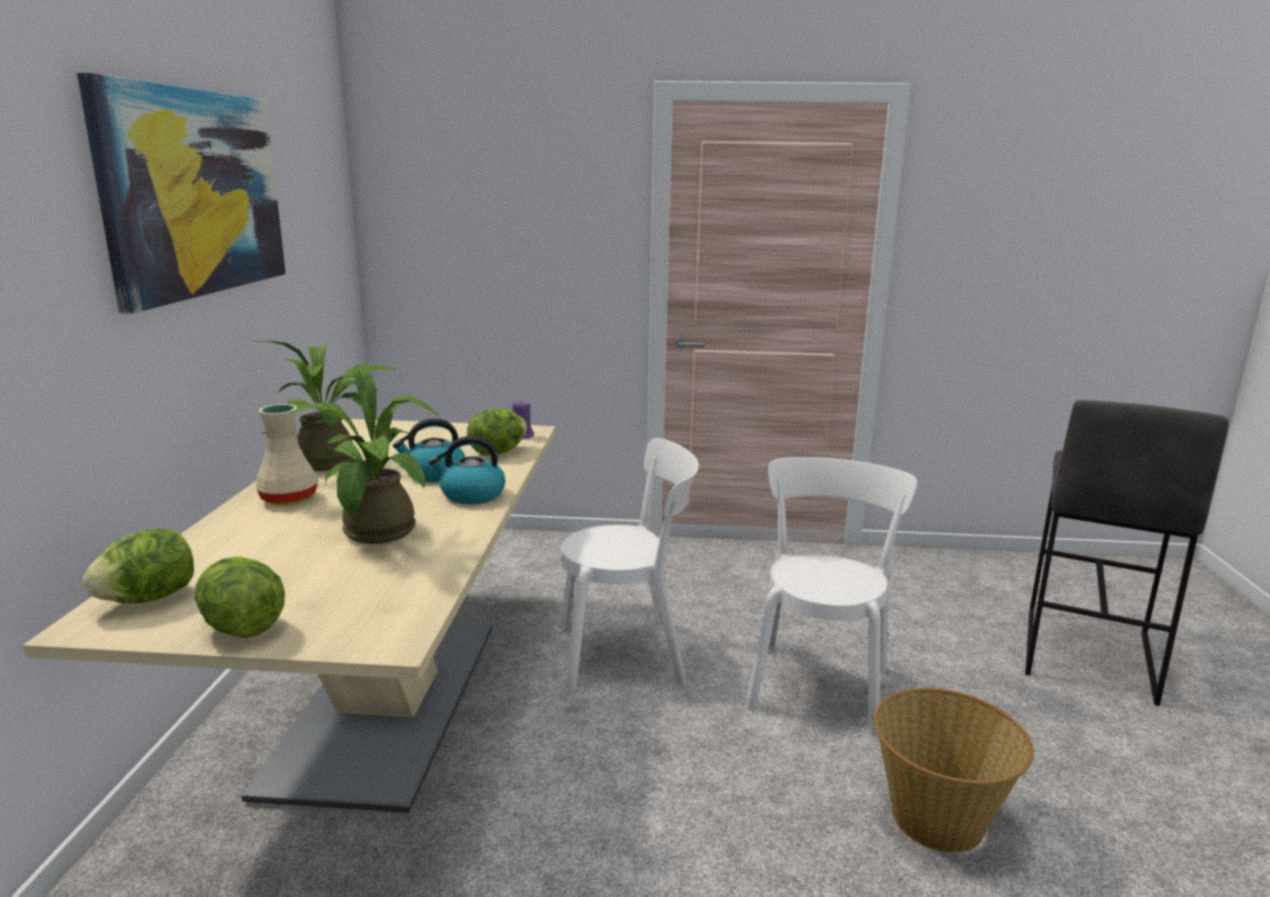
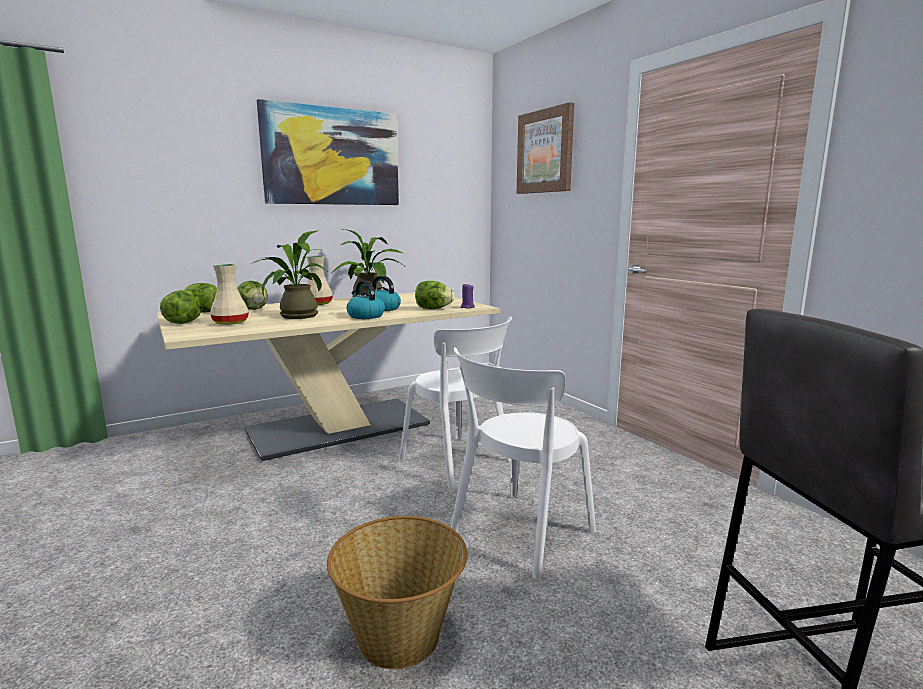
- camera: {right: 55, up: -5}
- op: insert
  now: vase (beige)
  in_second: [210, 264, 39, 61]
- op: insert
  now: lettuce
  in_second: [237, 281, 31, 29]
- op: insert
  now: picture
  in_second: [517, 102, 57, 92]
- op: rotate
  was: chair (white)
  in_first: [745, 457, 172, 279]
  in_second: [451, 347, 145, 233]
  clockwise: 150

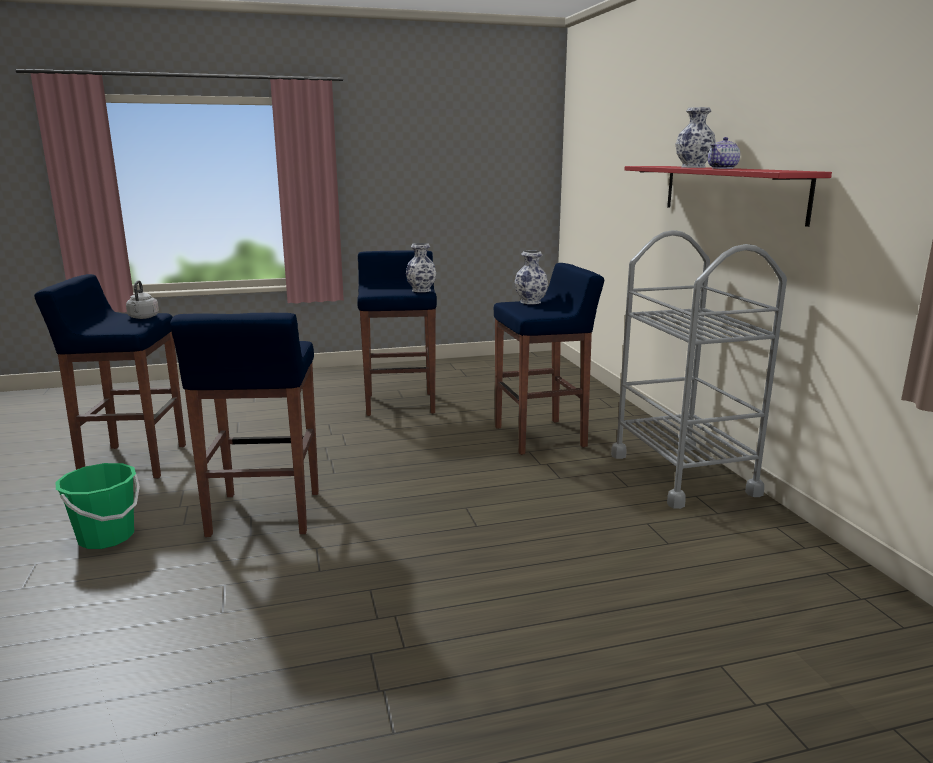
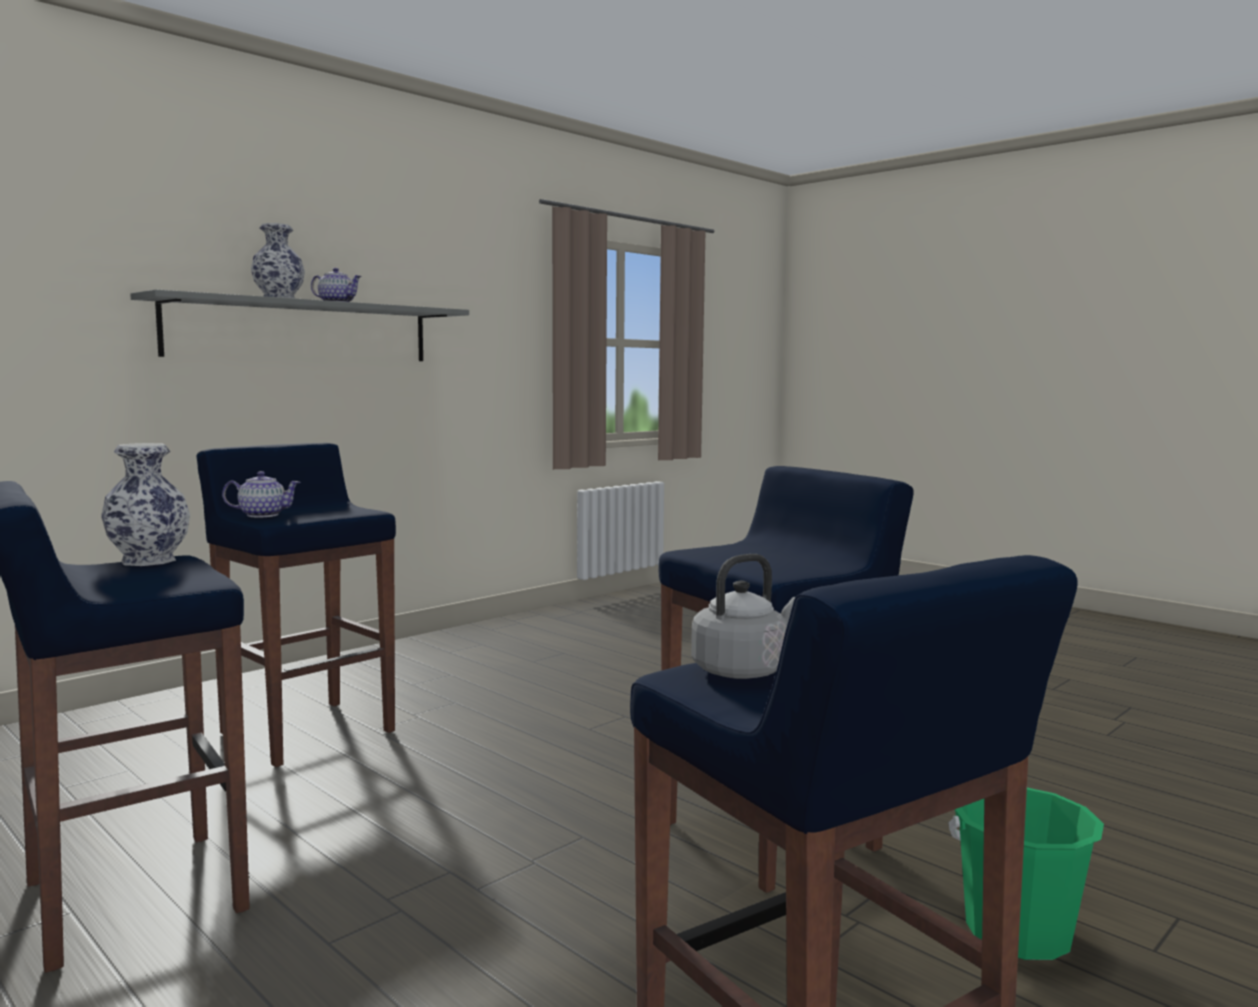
- camera: {right: -120, up: -10}
- op: delete
  was: cart (grey)
  in_first: [611, 230, 176, 279]
- op: replace
  was: vase
  now: teapot
  in_first: [515, 251, 33, 53]
  in_second: [222, 471, 79, 46]
- op: recolor
  was: shelf (red)
  now: shelf (grey)
  in_first: [624, 166, 208, 61]
  in_second: [130, 289, 339, 72]

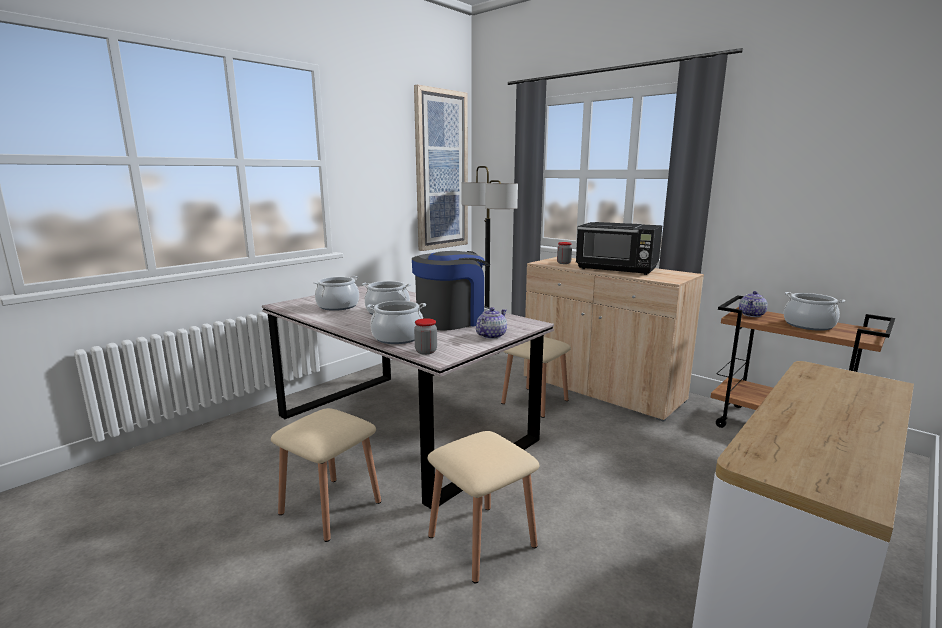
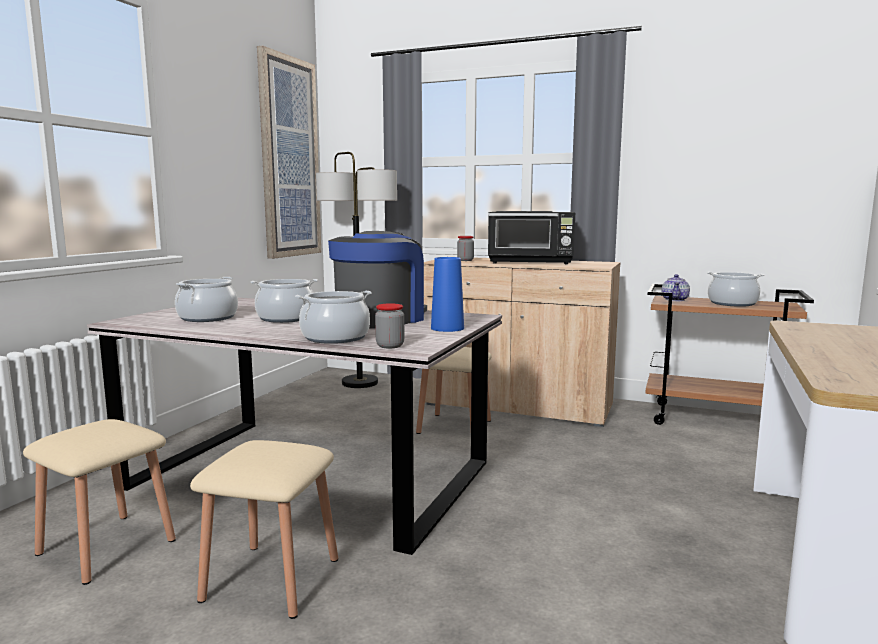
- camera: {right: -20, up: -5}
- op: move
  was: stool (beige)
  in_first: [428, 431, 111, 152]
  in_second: [23, 419, 153, 166]
- op: replace
  was: teapot
  now: vase (blue)
  in_first: [476, 307, 31, 32]
  in_second: [431, 257, 33, 75]

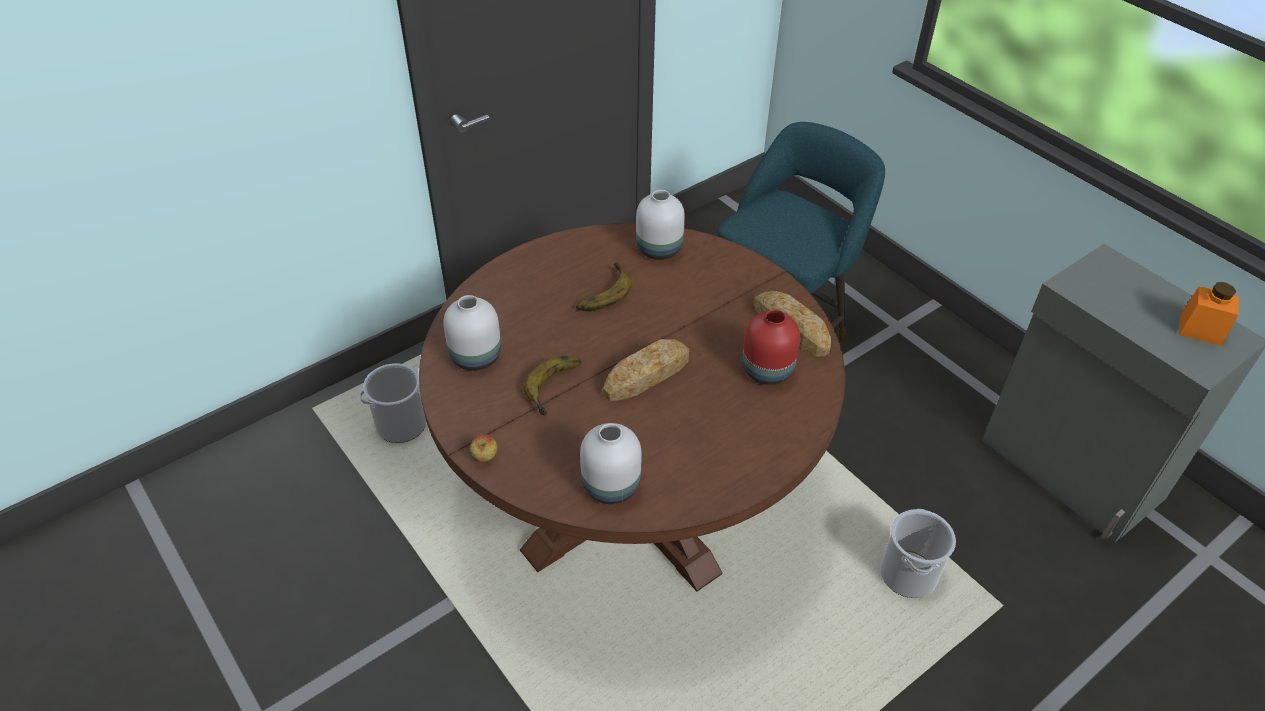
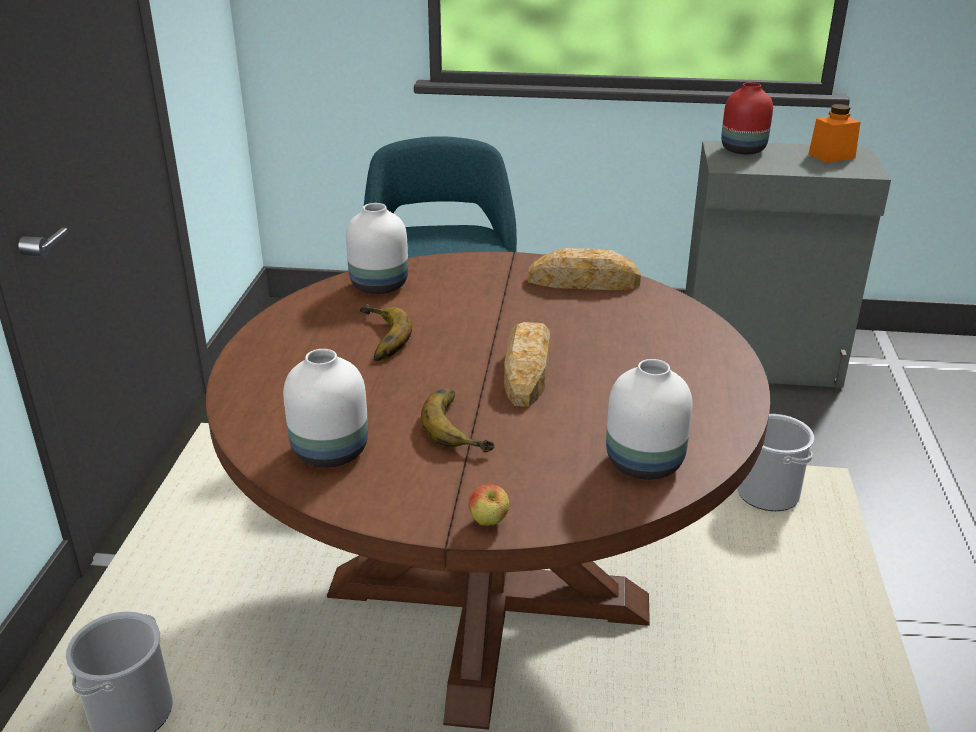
- camera: {right: -45, up: -15}
- op: move
  was: vase (red)
  in_first: [742, 309, 58, 76]
  in_second: [721, 82, 52, 72]

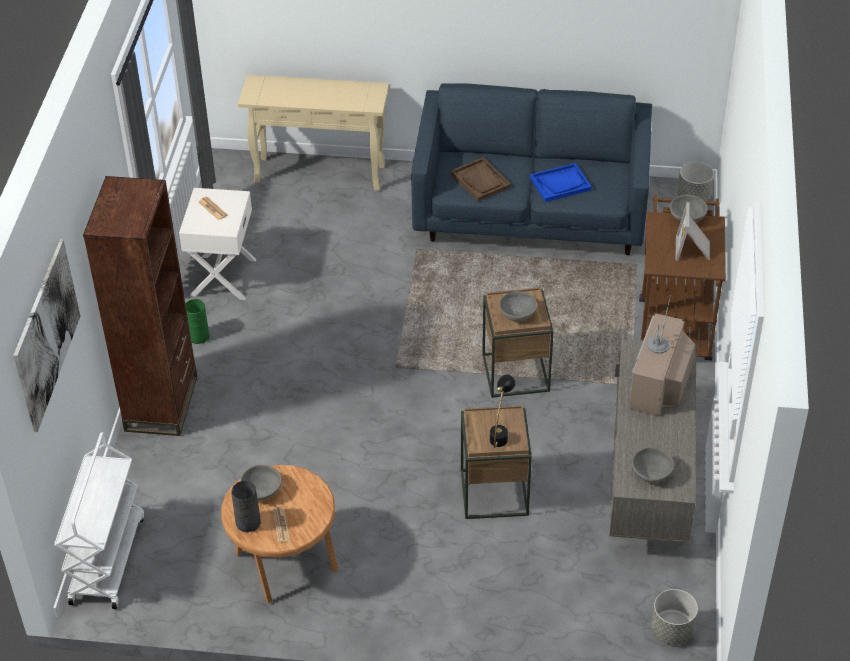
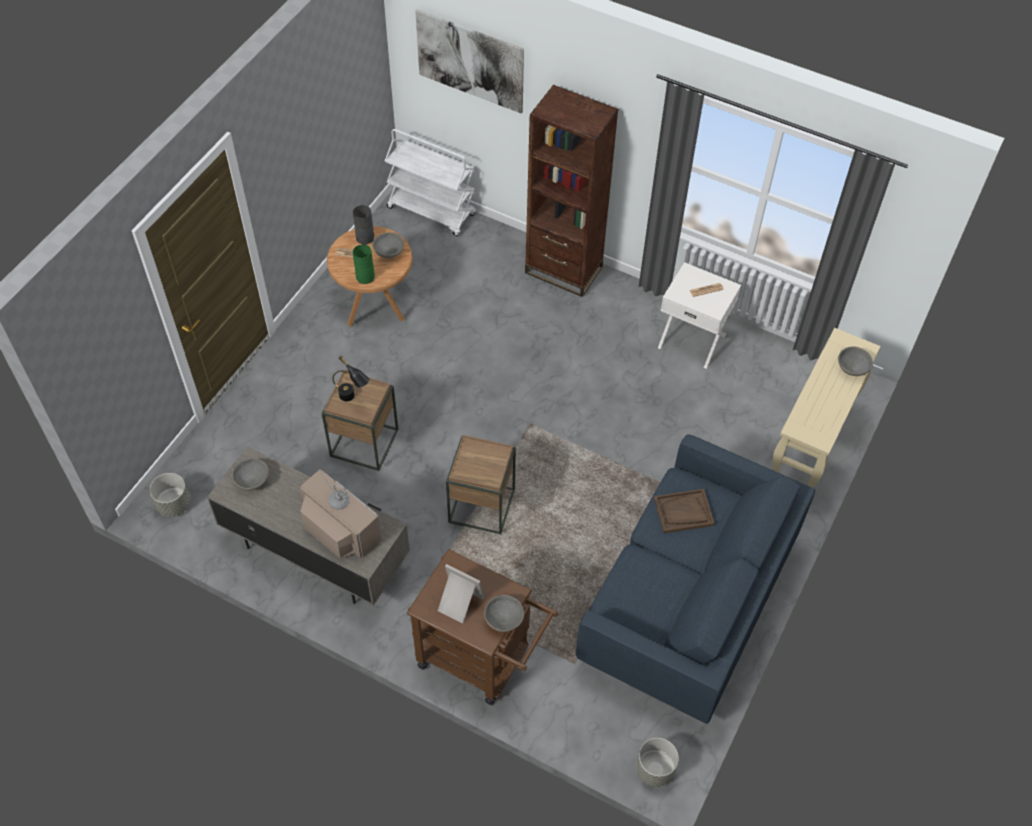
- camera: {right: 110, up: 10}
- op: delete
  was: tray (blue)
  in_first: [530, 163, 62, 39]
- op: move
  was: vase (green)
  in_first: [185, 299, 25, 45]
  in_second: [353, 244, 22, 40]
- op: move
  was: bowl (grey)
  in_first: [499, 291, 39, 31]
  in_second: [838, 346, 35, 30]

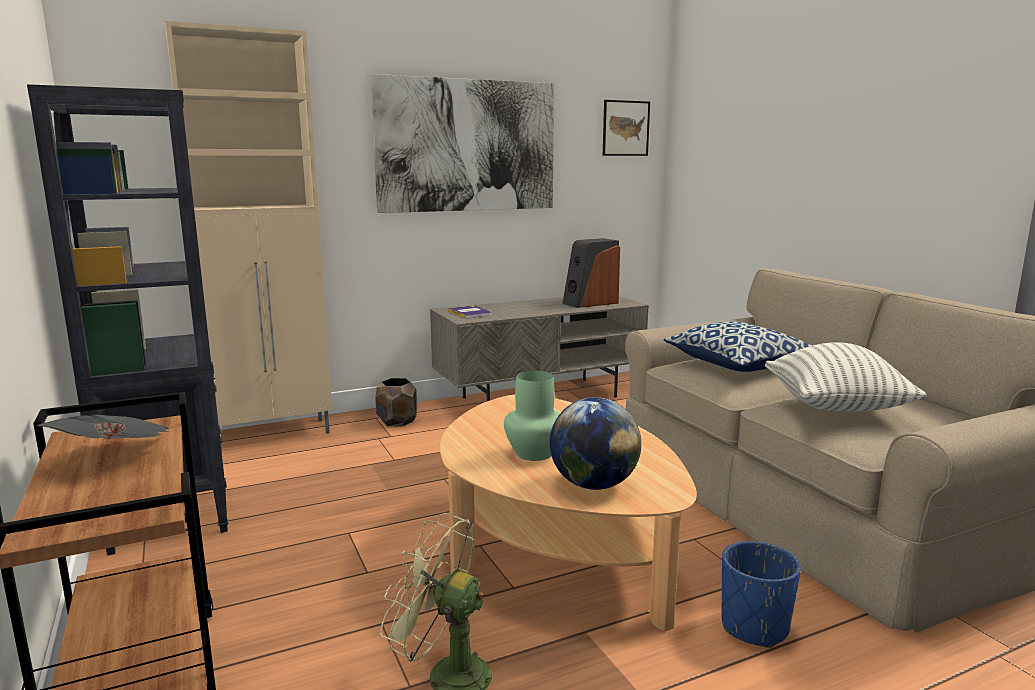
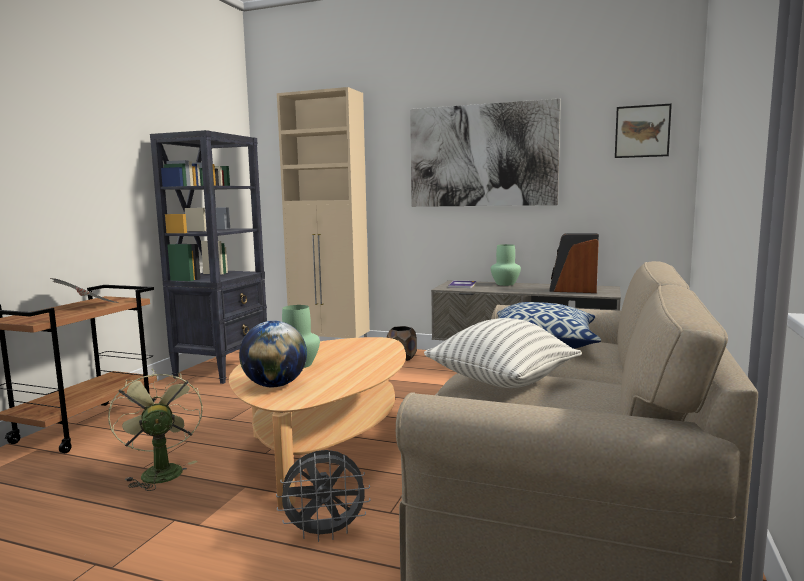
- camera: {right: 45, up: -5}
- op: insert
  now: vase (green)
  in_second: [491, 244, 30, 42]
- op: replace
  was: planter (blue)
  now: fan (grey)
  in_first: [721, 541, 80, 107]
  in_second: [276, 450, 95, 92]

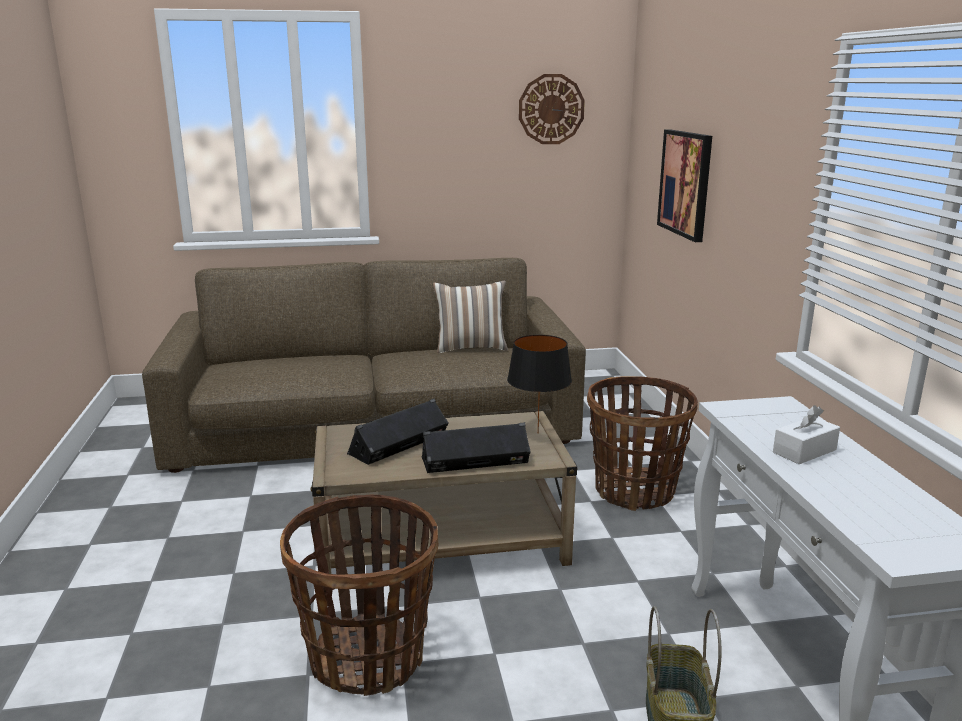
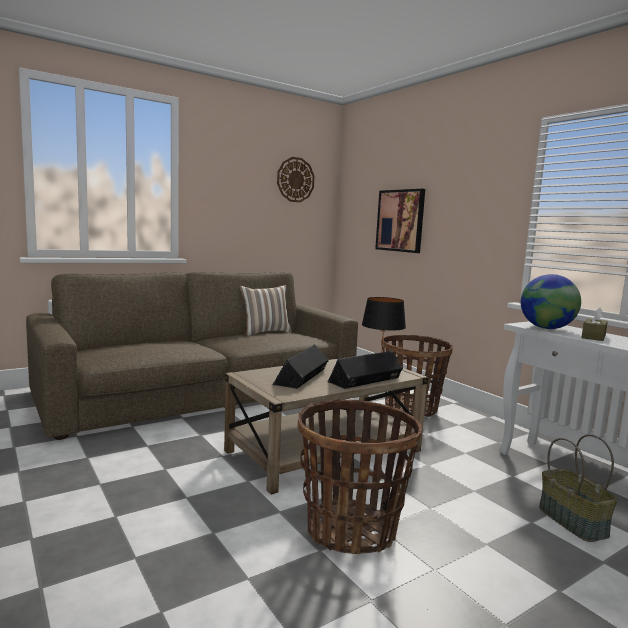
- camera: {right: -25, up: -10}
- op: insert
  now: globe
  in_second: [521, 274, 60, 55]
- op: recolor
  was: tissue box (white)
  now: tissue box (brown)
  in_first: [773, 405, 67, 59]
  in_second: [581, 307, 27, 34]

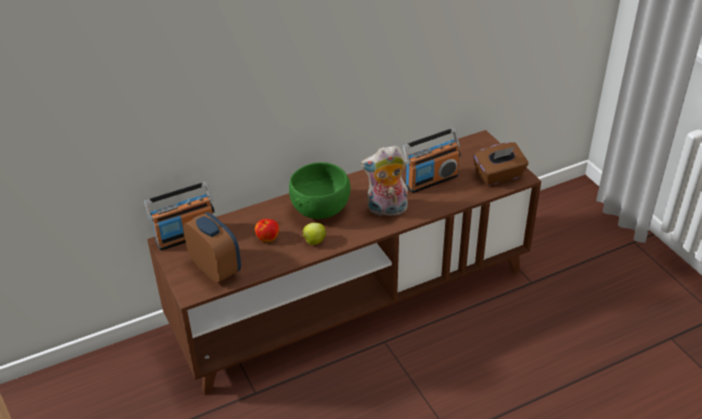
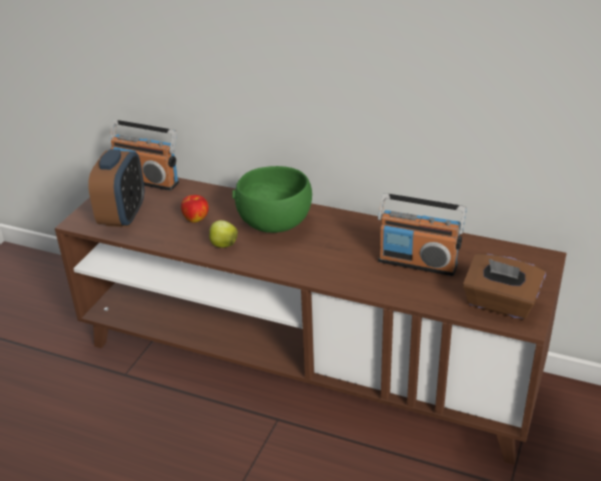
- camera: {right: 50, up: -5}
- op: delete
  was: plush toy
  in_first: [361, 145, 47, 71]

